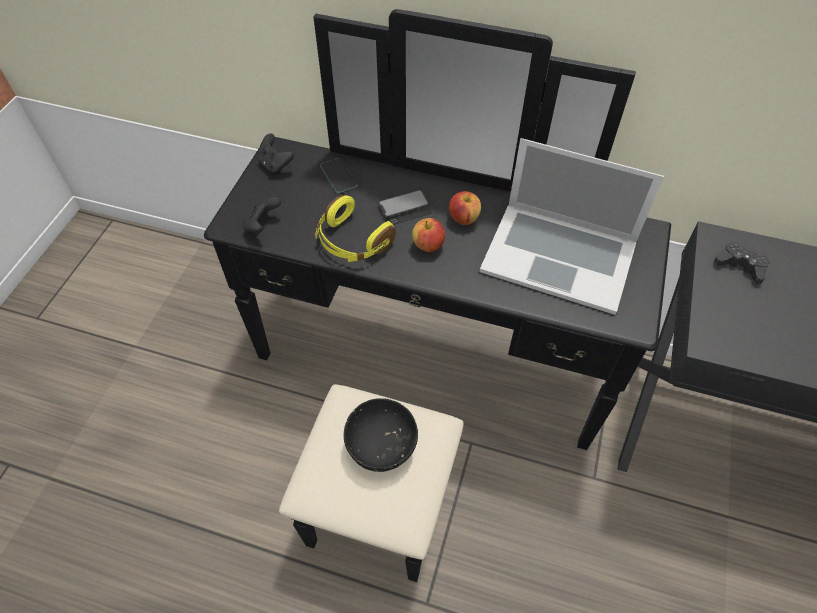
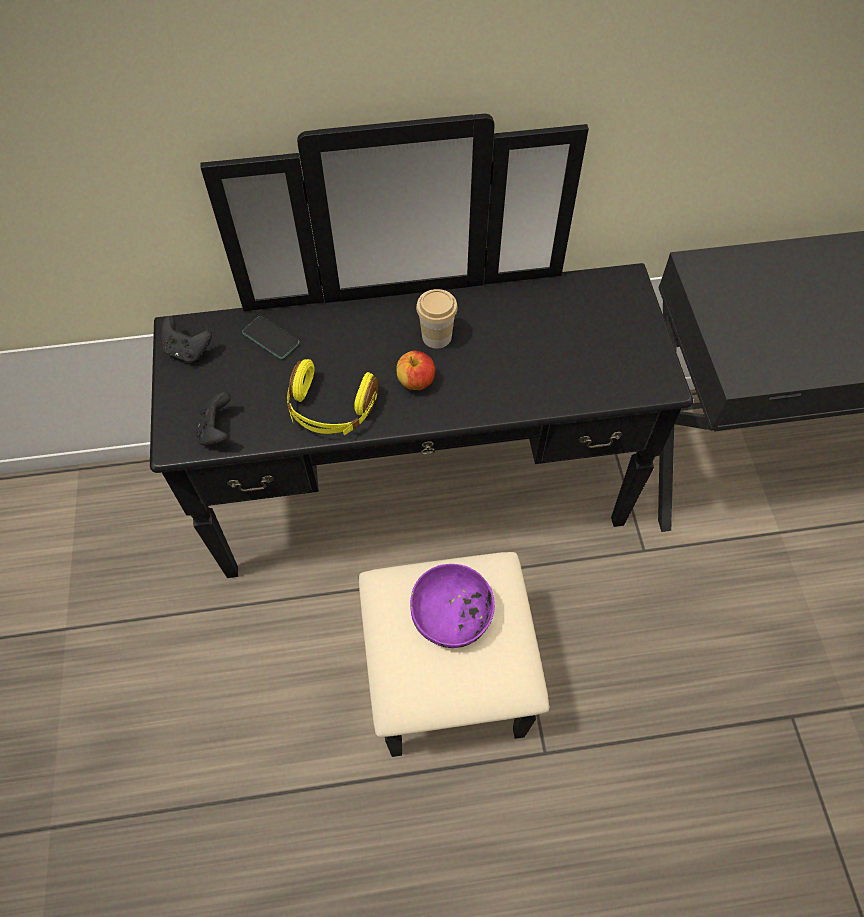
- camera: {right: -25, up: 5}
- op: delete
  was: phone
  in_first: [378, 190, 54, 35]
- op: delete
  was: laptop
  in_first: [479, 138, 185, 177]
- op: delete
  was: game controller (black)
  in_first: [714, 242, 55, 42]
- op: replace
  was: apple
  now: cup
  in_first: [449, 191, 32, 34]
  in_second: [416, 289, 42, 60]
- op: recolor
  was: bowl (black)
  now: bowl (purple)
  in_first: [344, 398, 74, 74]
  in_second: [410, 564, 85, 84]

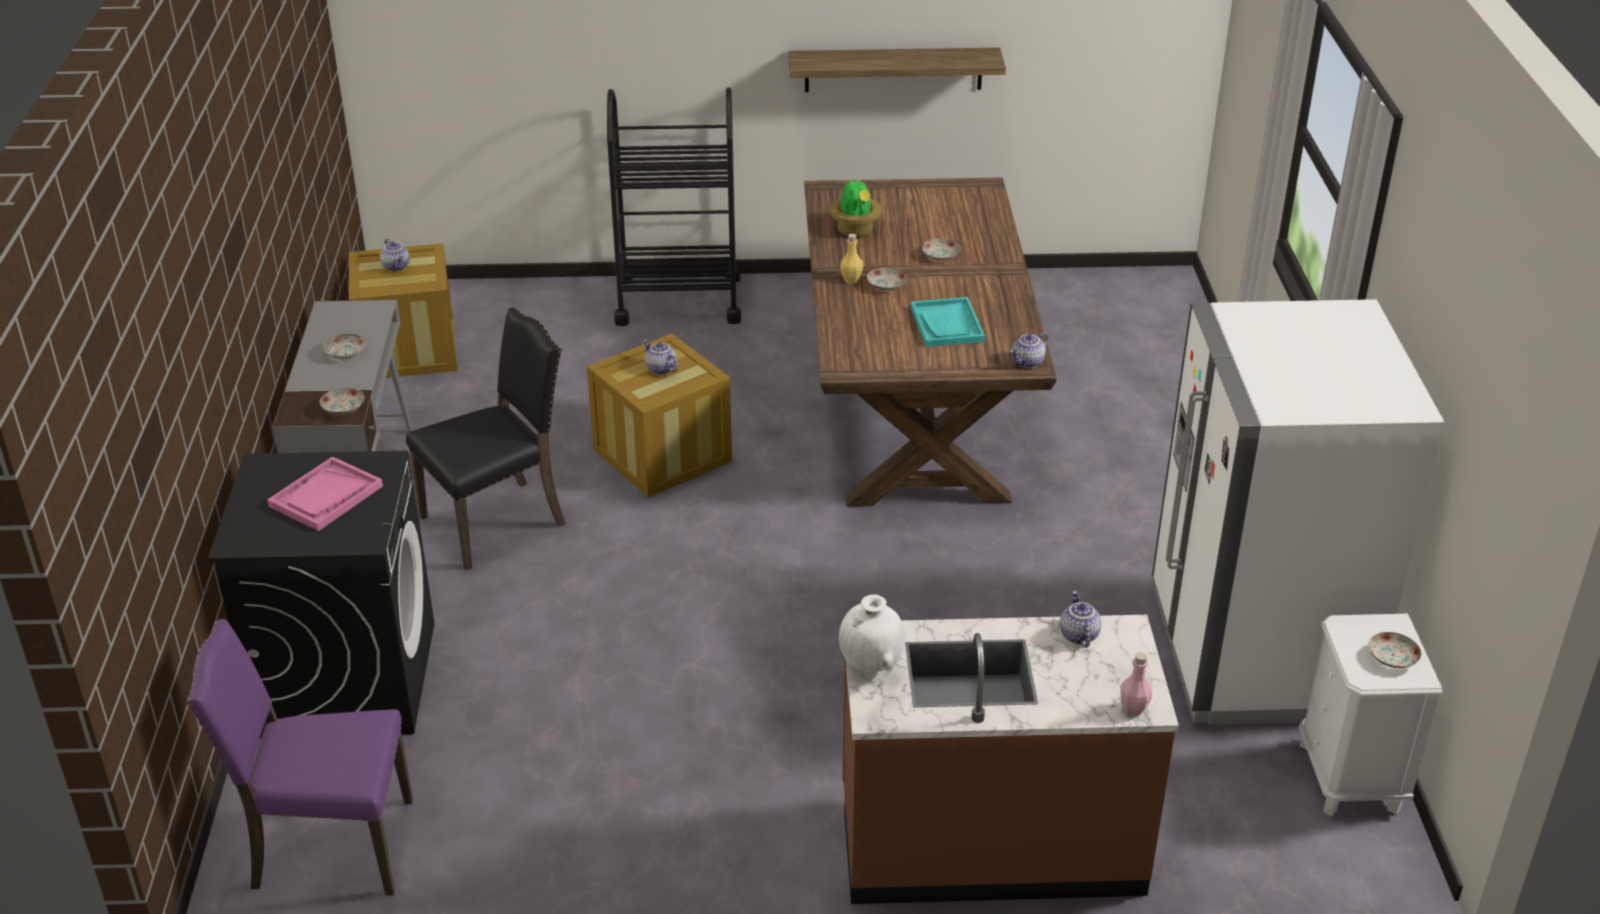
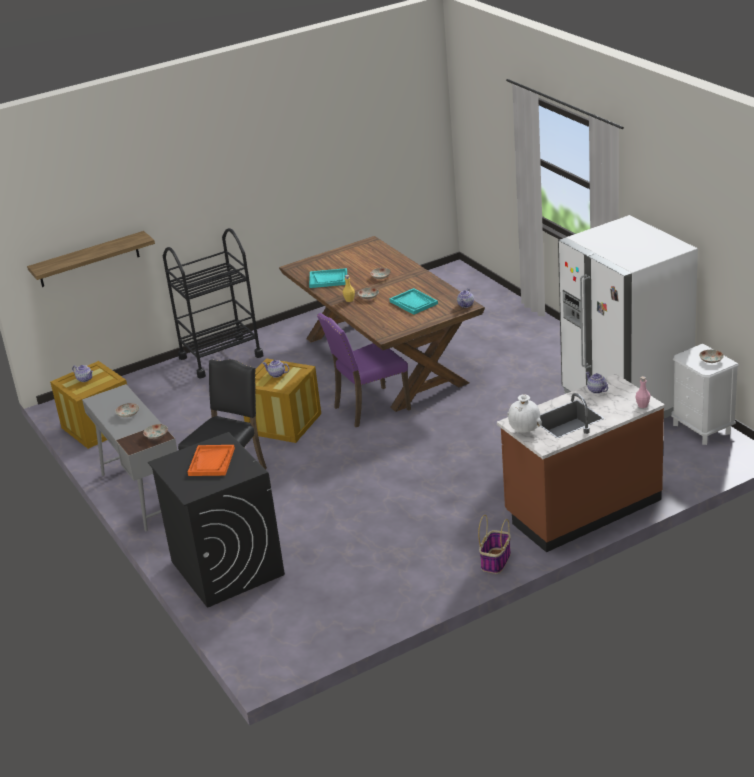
- camera: {right: -25, up: -5}
- op: insert
  now: basket
  in_second: [478, 515, 33, 59]
- op: move
  was: chair (purple)
  in_first: [186, 619, 227, 276]
  in_second: [317, 313, 94, 114]
- op: move
  was: shelf
  in_first: [788, 48, 218, 44]
  in_second: [27, 231, 128, 56]
- op: replace
  was: potted plant
  now: tray (turquoise)
  in_first: [830, 176, 51, 61]
  in_second: [309, 268, 38, 20]
- op: recolor
  was: tray (pink)
  now: tray (orange)
  in_first: [267, 456, 116, 75]
  in_second: [188, 445, 47, 31]

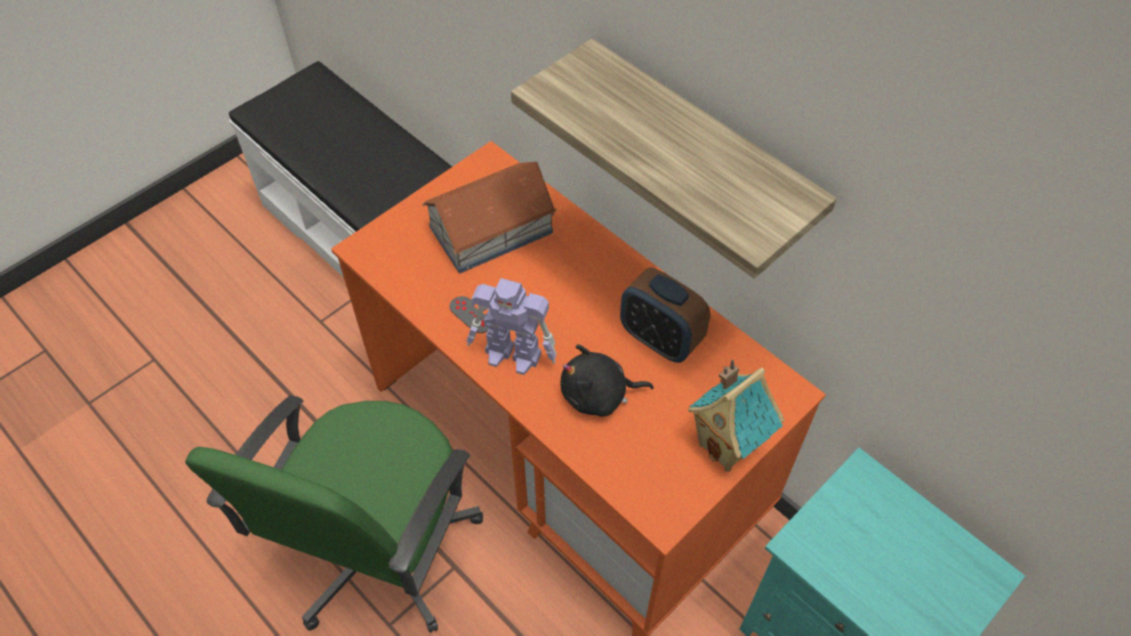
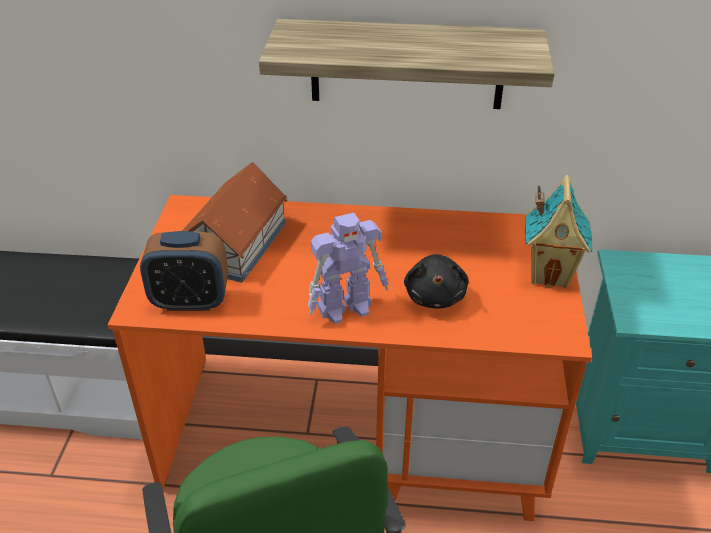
- camera: {right: -40, up: -15}
- op: delete
  was: game controller (grey)
  in_first: [450, 296, 39, 37]
- op: move
  was: alarm clock
  in_first: [620, 267, 90, 96]
  in_second: [140, 231, 88, 80]
- op: rotate
  was: plush toy (black)
  in_first: [561, 345, 93, 72]
  in_second: [404, 254, 65, 55]
  clockwise: -45

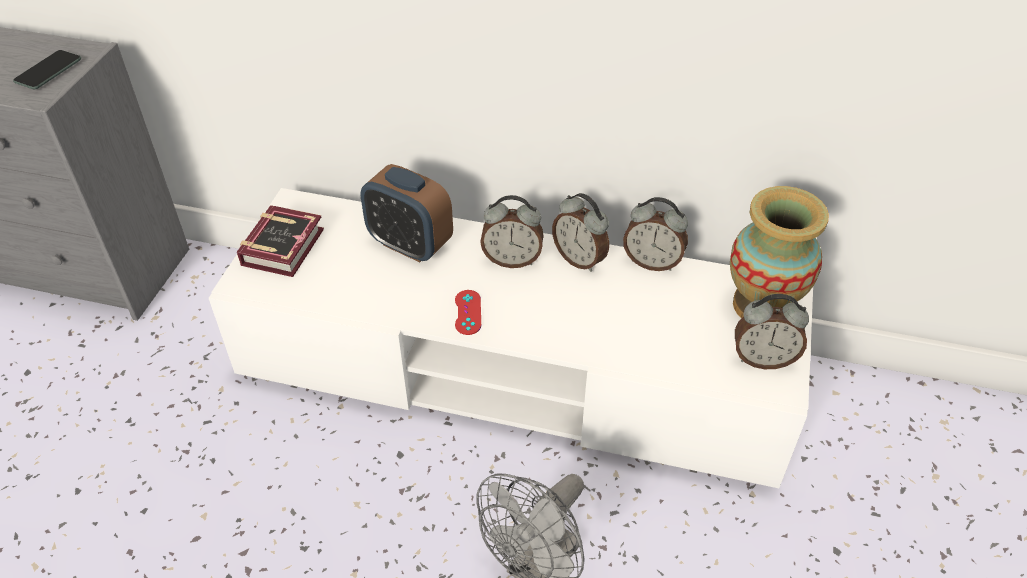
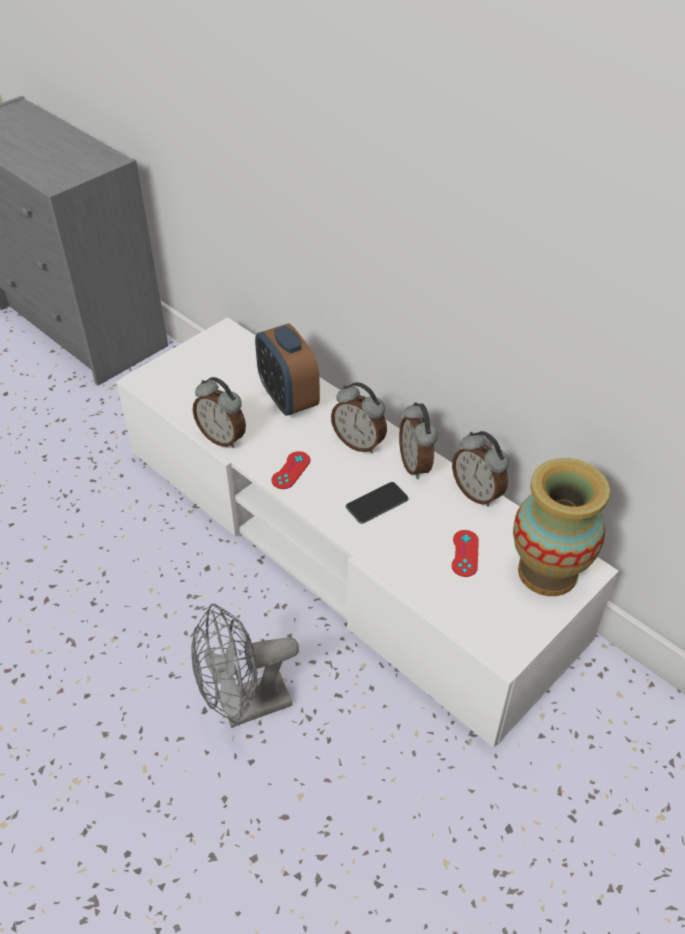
- camera: {right: 30, up: 0}
- op: delete
  was: book
  in_first: [237, 205, 87, 72]
- op: insert
  now: game controller (red)
  in_second: [452, 530, 27, 47]
- op: move
  was: phone
  in_first: [13, 50, 68, 39]
  in_second: [346, 482, 63, 42]
- op: move
  was: alarm clock
  in_first: [735, 294, 74, 75]
  in_second: [193, 377, 53, 71]

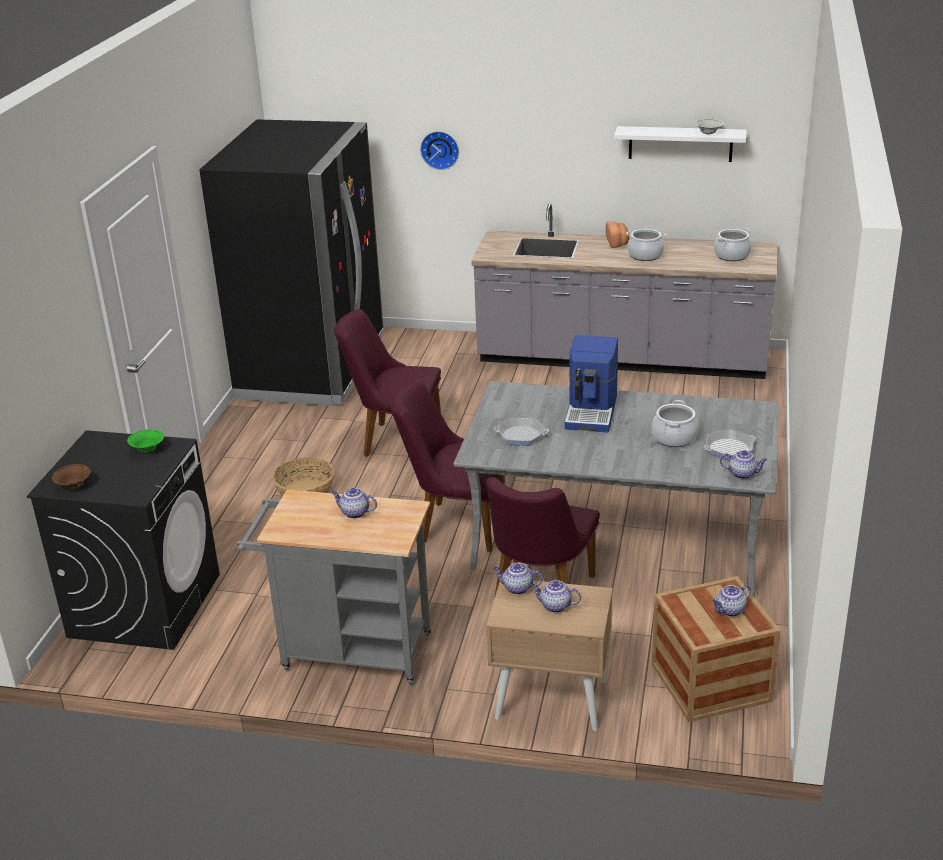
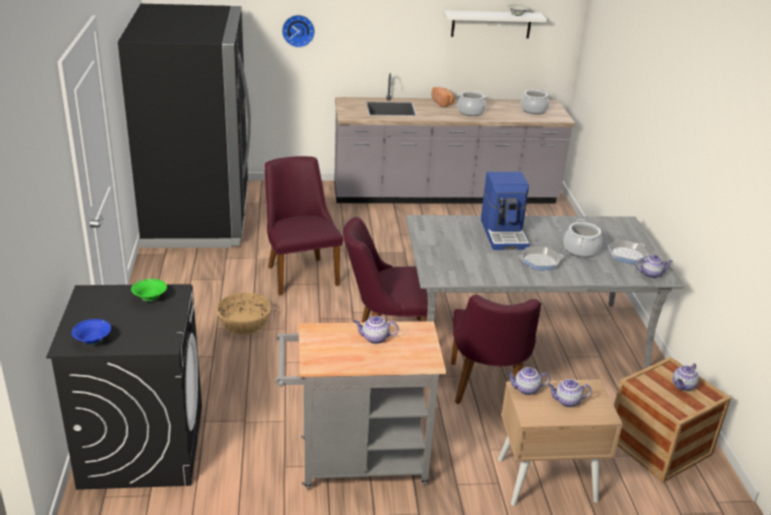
- camera: {right: -20, up: 0}
- op: move
  was: frying pan
  in_first: [494, 418, 55, 28]
  in_second: [518, 247, 46, 23]
- op: recolor
  was: bowl (brown)
  now: bowl (blue)
  in_first: [52, 464, 39, 25]
  in_second: [72, 319, 39, 26]
- op: rotate
  was: chair (purple)
  in_first: [334, 309, 107, 148]
  in_second: [265, 156, 78, 140]
  clockwise: 75

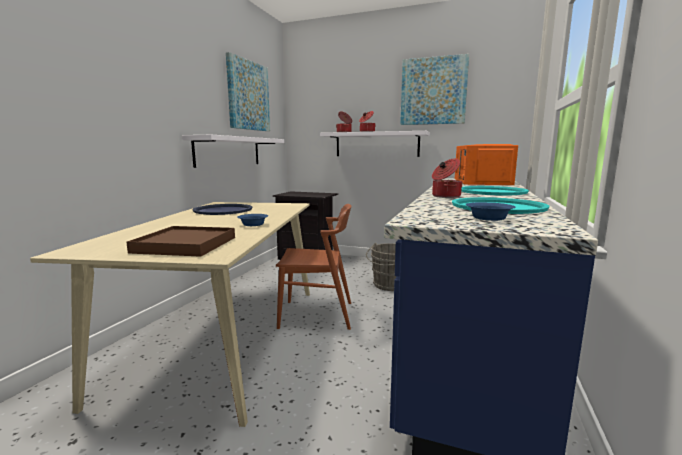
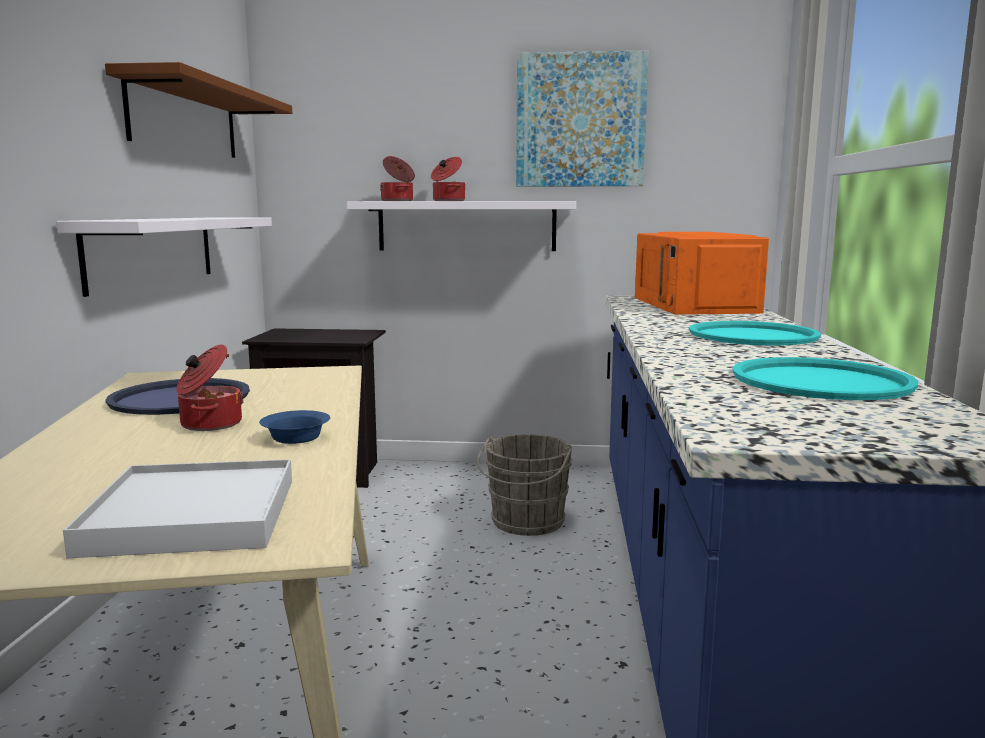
- camera: {right: -15, up: 0}
- op: delete
  was: chair (brown)
  in_first: [276, 204, 75, 126]
- op: delete
  was: bowl (blue)
  in_first: [466, 202, 49, 19]
- op: move
  was: cooking pot
  in_first: [432, 158, 31, 40]
  in_second: [176, 345, 67, 86]
- op: replace
  was: picture
  now: shelf (brown)
  in_first: [226, 52, 44, 79]
  in_second: [105, 62, 187, 96]
- op: recolor
  was: tray (brown)
  now: tray (white)
  in_first: [126, 226, 109, 31]
  in_second: [63, 459, 229, 99]

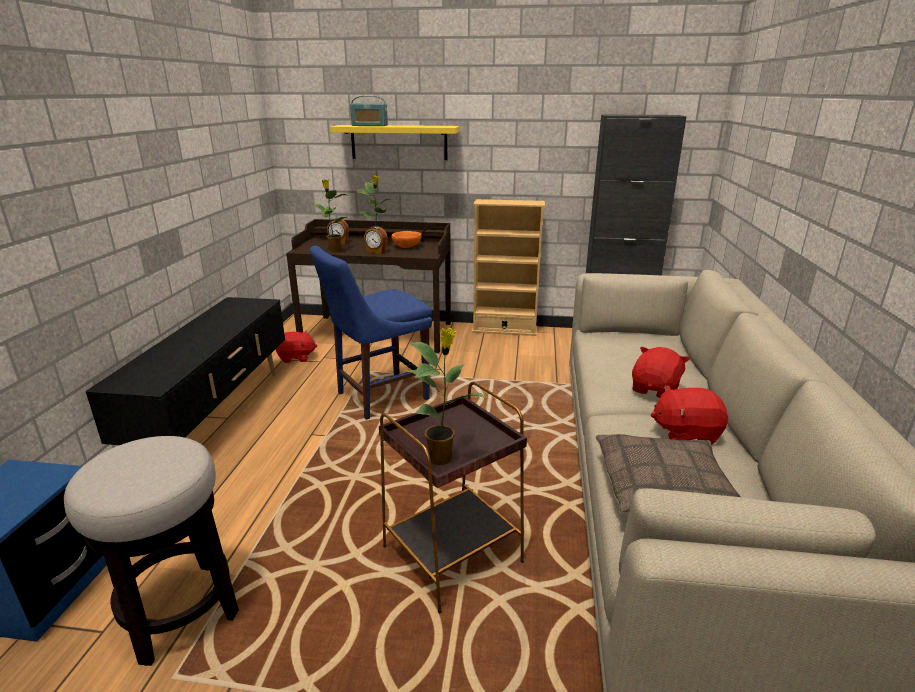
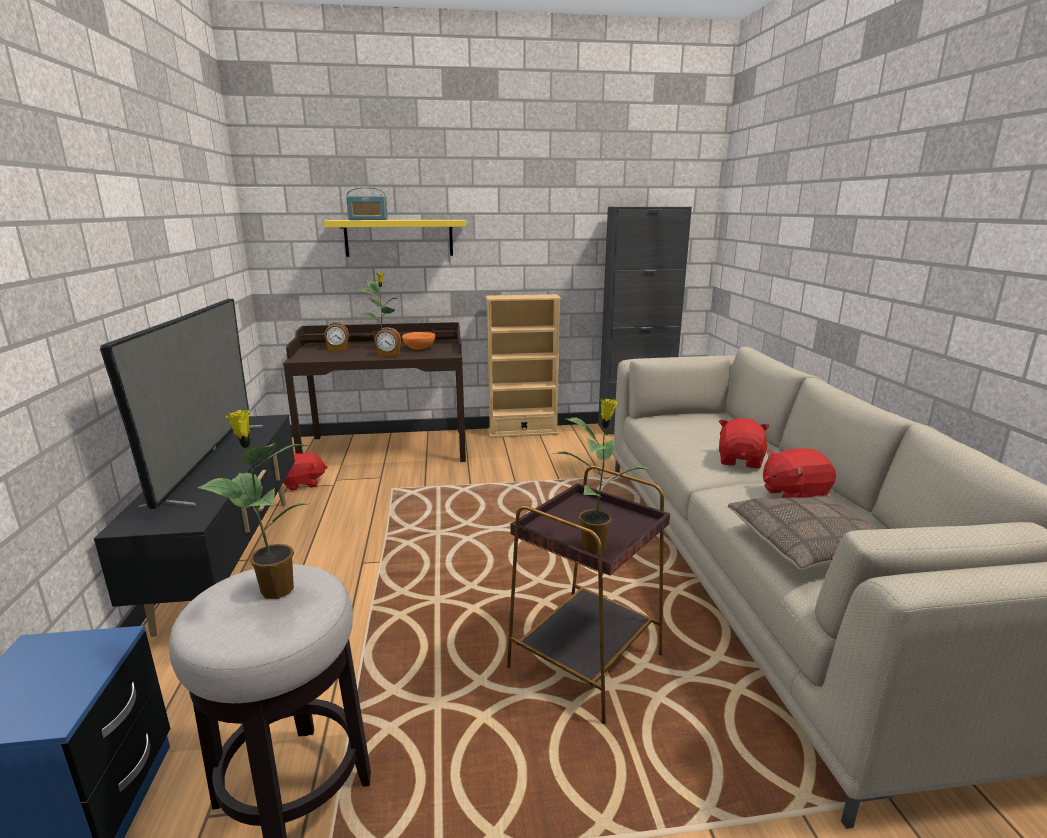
- camera: {right: -15, up: -5}
- op: delete
  was: chair (blue)
  in_first: [310, 246, 122, 174]
- op: insert
  now: television
  in_second: [100, 299, 163, 211]
- op: move
  was: potted plant
  in_first: [311, 179, 39, 73]
  in_second: [197, 410, 114, 189]

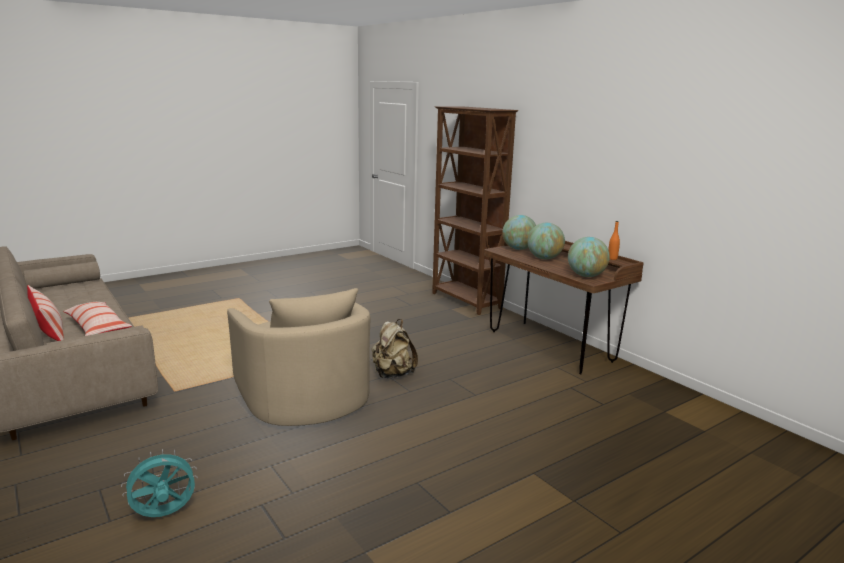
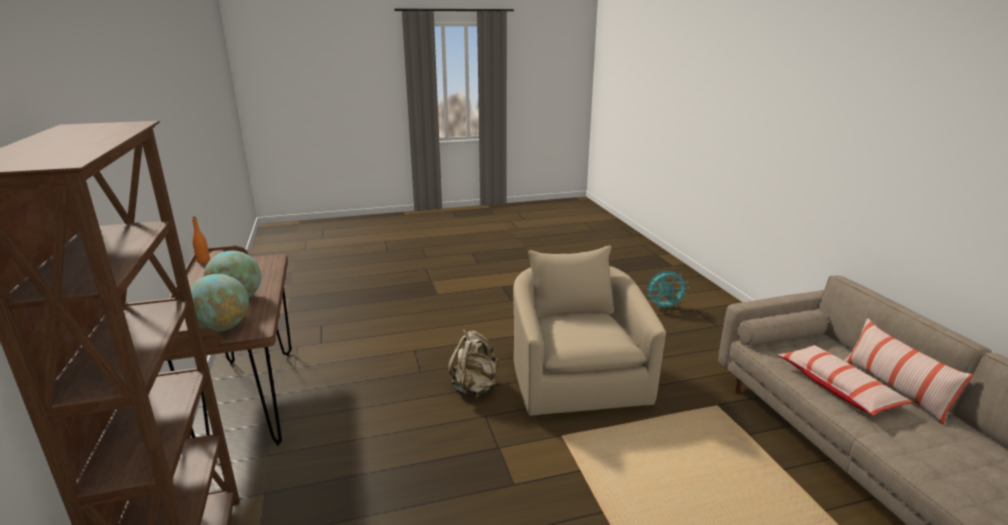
- camera: {right: -160, up: 5}
- op: delete
  was: globe
  in_first: [568, 237, 42, 40]

